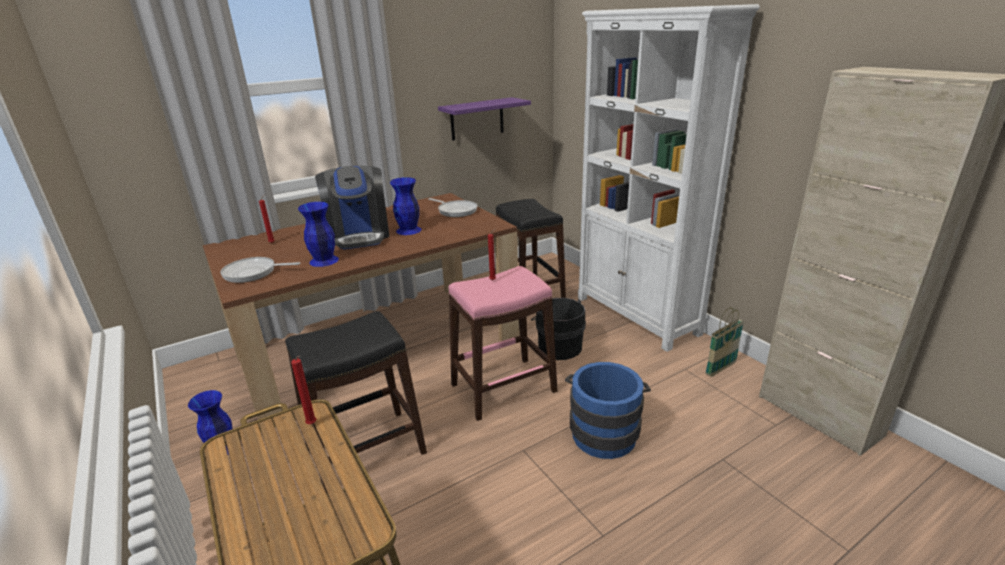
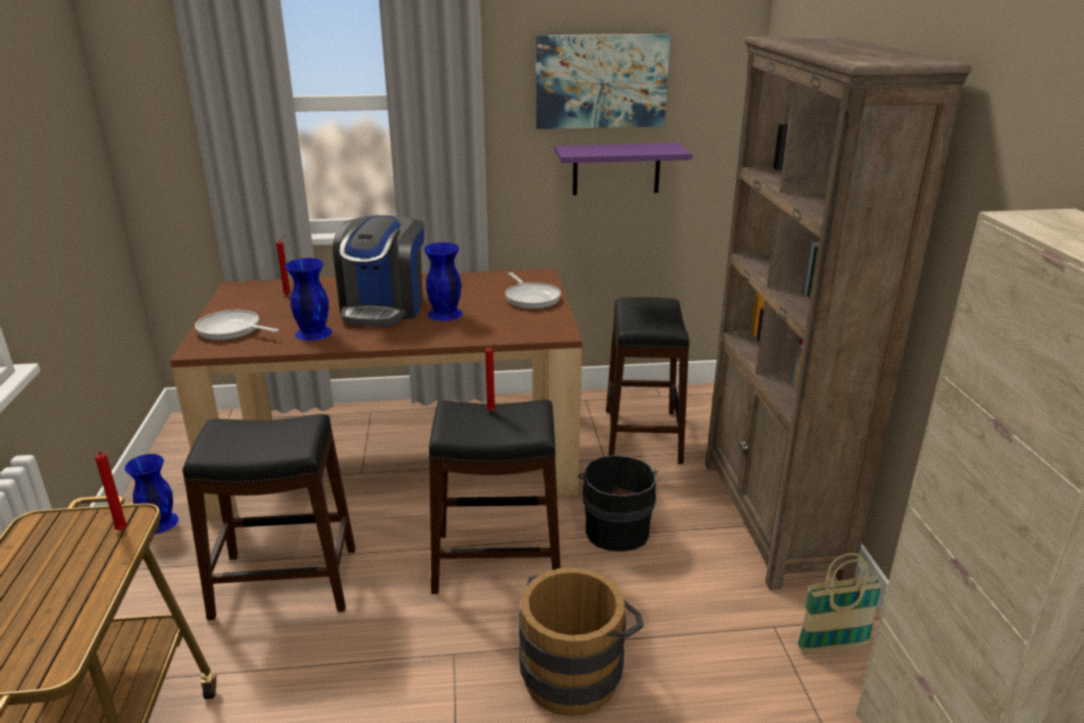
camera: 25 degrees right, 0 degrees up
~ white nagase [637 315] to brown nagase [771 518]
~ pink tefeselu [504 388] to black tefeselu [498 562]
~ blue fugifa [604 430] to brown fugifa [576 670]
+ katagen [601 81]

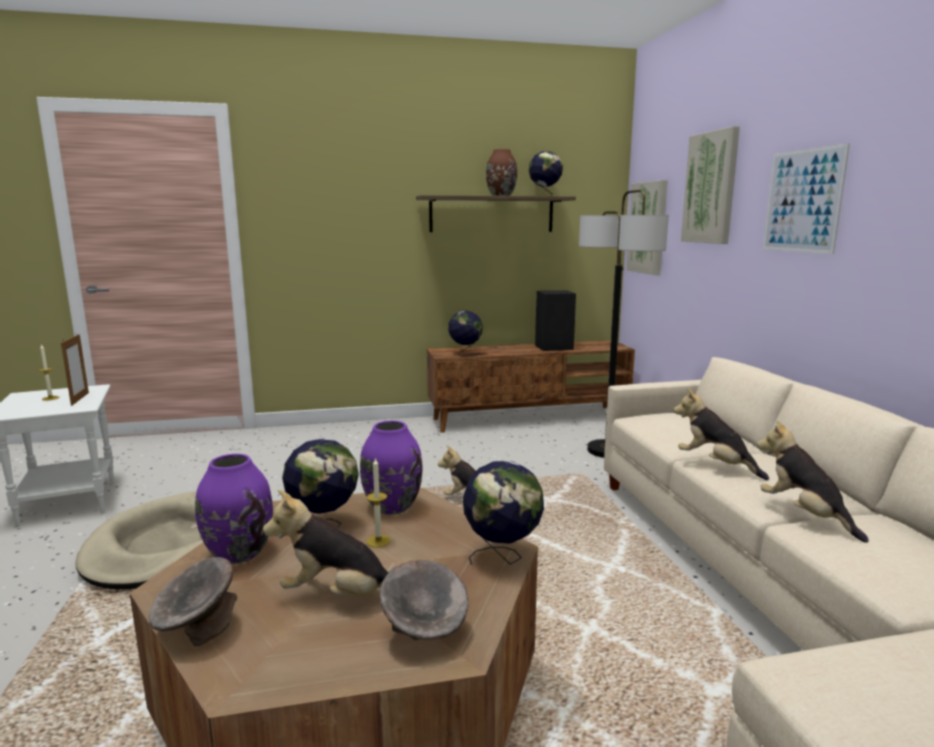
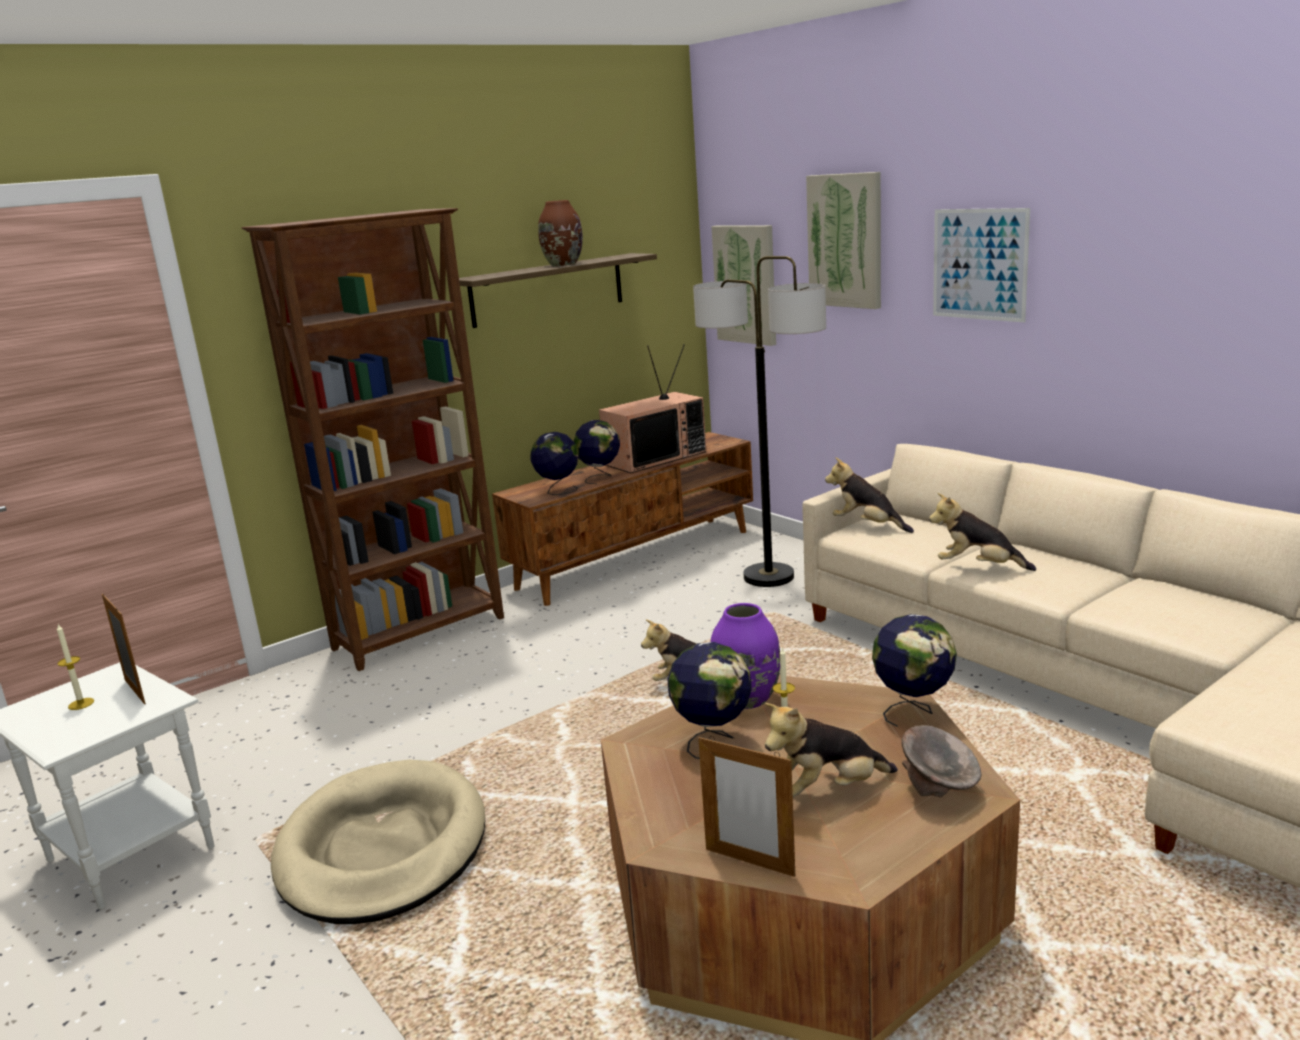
camera: 25 degrees left, 5 degrees up
~ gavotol [544 196] to [600 478]
~ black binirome [555 347] to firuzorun [655 457]
~ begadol [804 515] to [867 526]
- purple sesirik [239 553]
~ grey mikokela [197 629] to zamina [749 862]
+ brown nagase [421 633]

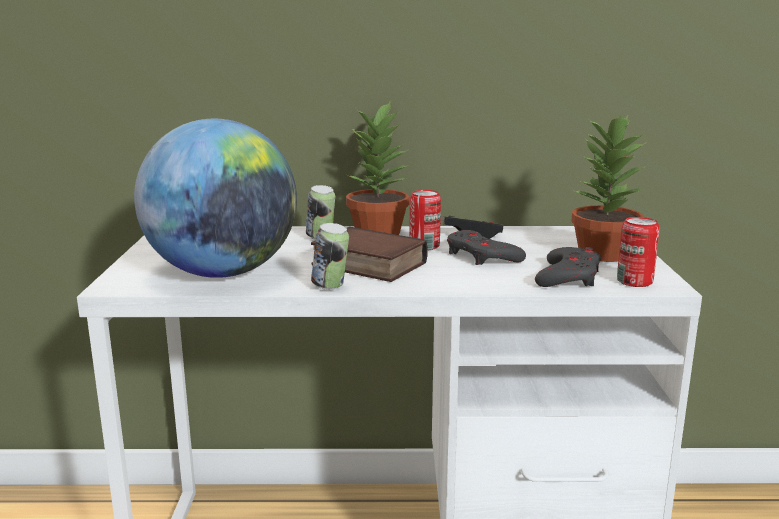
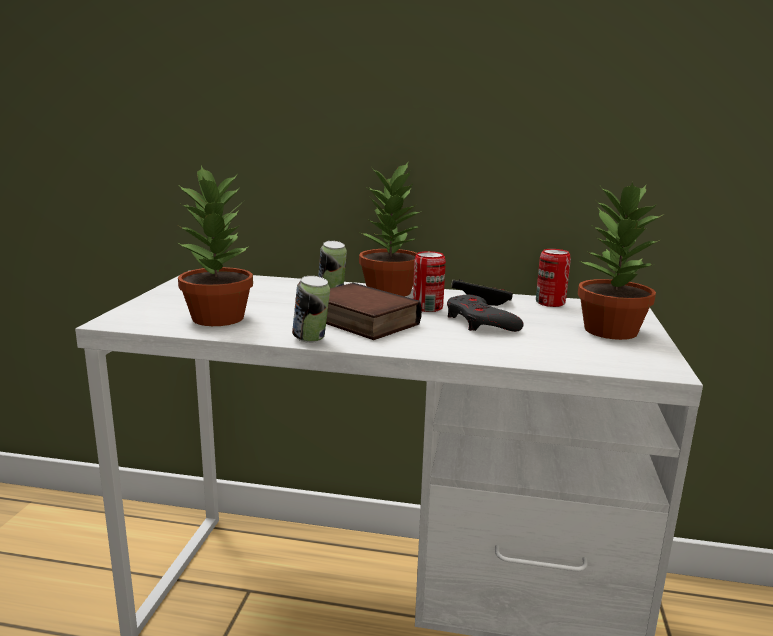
camera: 10 degrees right, 0 degrees up
~ gavotol [223 273] to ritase [219 317]
~ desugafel [634 281] to [550 303]
- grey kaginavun [568 276]

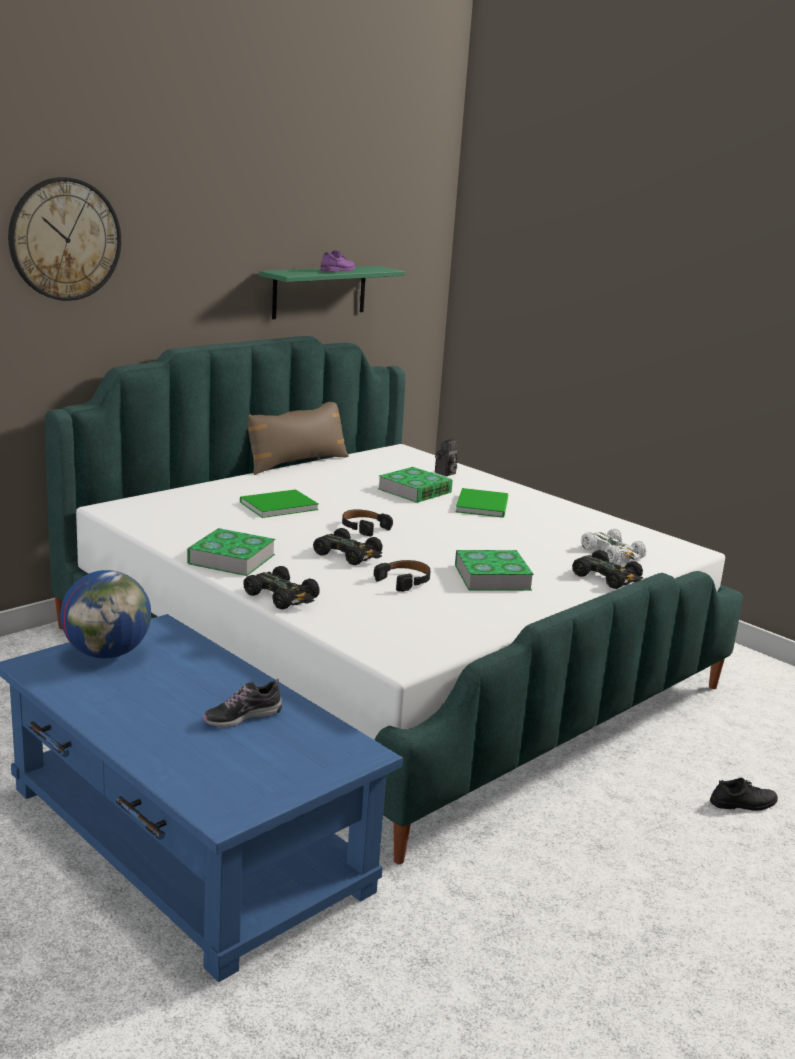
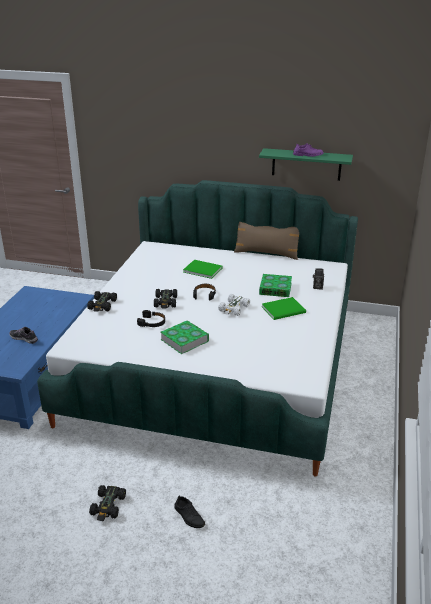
camera: 60 degrees right, 10 degrees up
- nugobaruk [65 239]
- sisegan [231 559]
~ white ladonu [613 554] to [234 309]
~ black ladonu [607 578] to [108 506]
- gavotol [107 653]

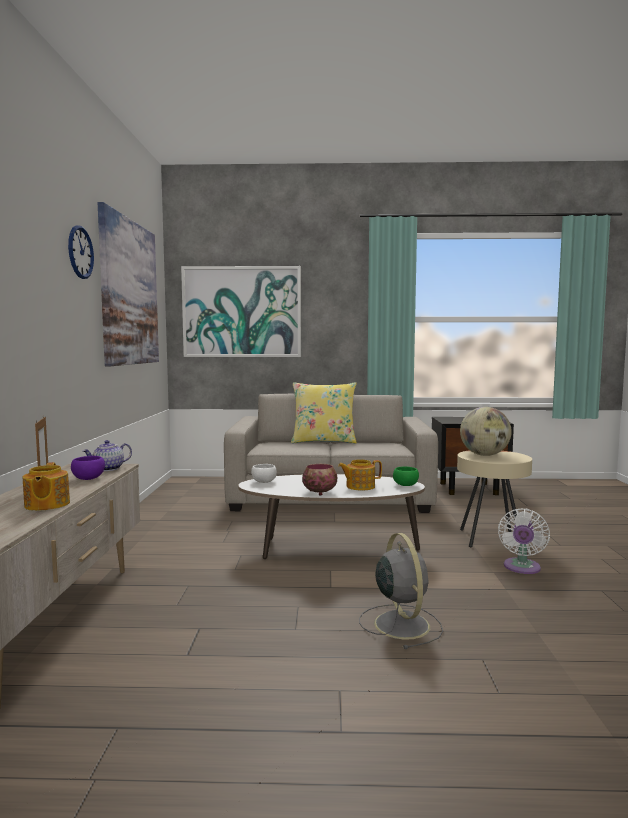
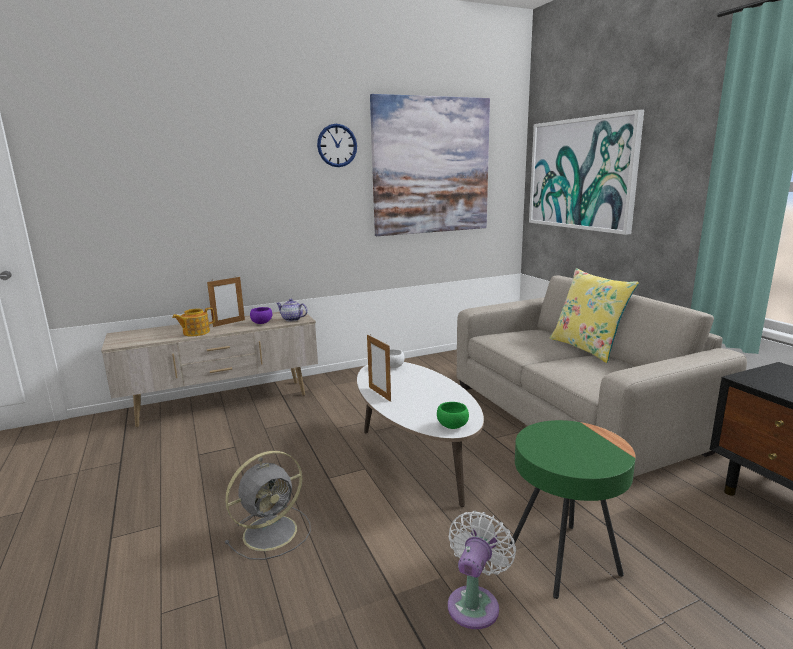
camera: 65 degrees right, 10 degrees up
- gavotol [484 455]
~ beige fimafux [490 539] to green fimafux [564 559]
- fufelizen [359 486]
~ mikokela [320 492] to zamina [379 394]
~ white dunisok [521 568] = [475 603] 120 degrees clockwise

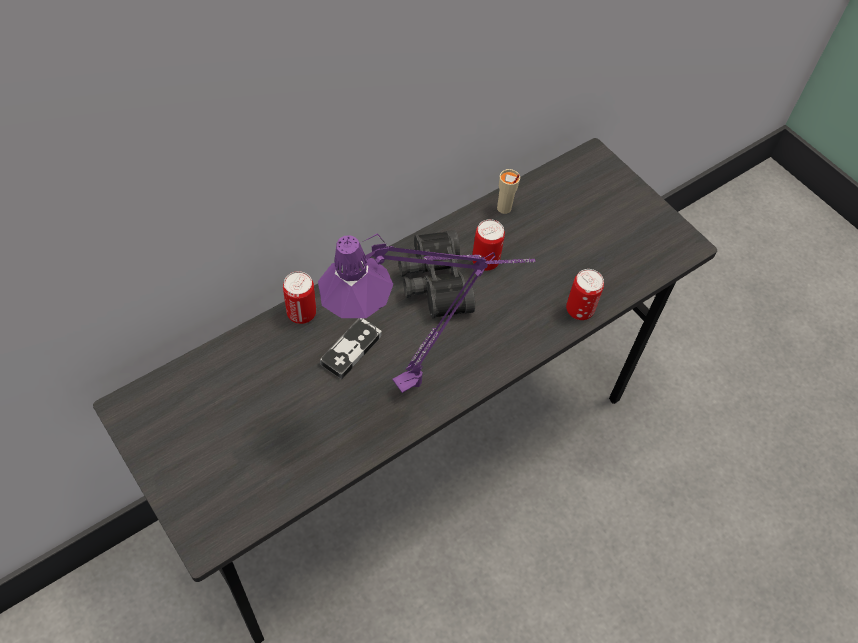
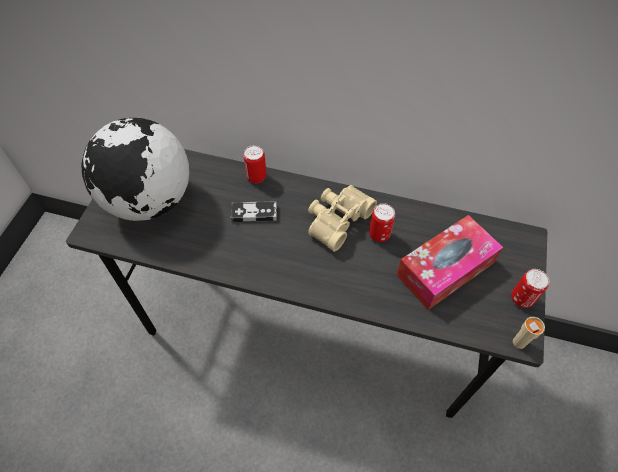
camera: 55 degrees right, 0 degrees up
~ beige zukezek [504 208] to [518 342]
~ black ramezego [432 283] to beige ramezego [336 219]
- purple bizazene [428 378]
~ desugafel [579 310] to [521 299]
+ gavotol [149 201]
+ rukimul [445 269]

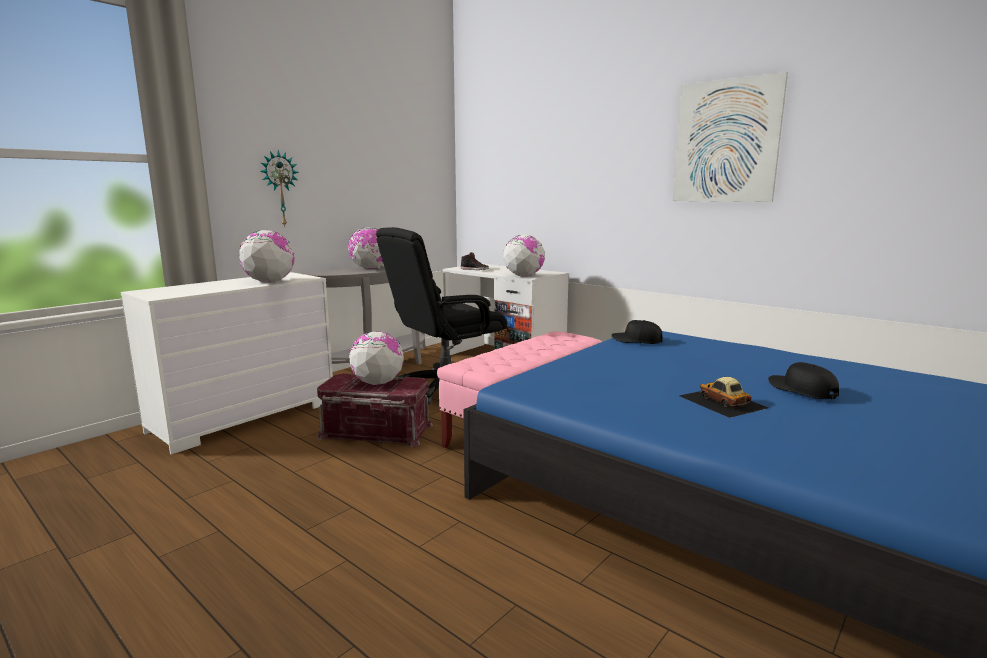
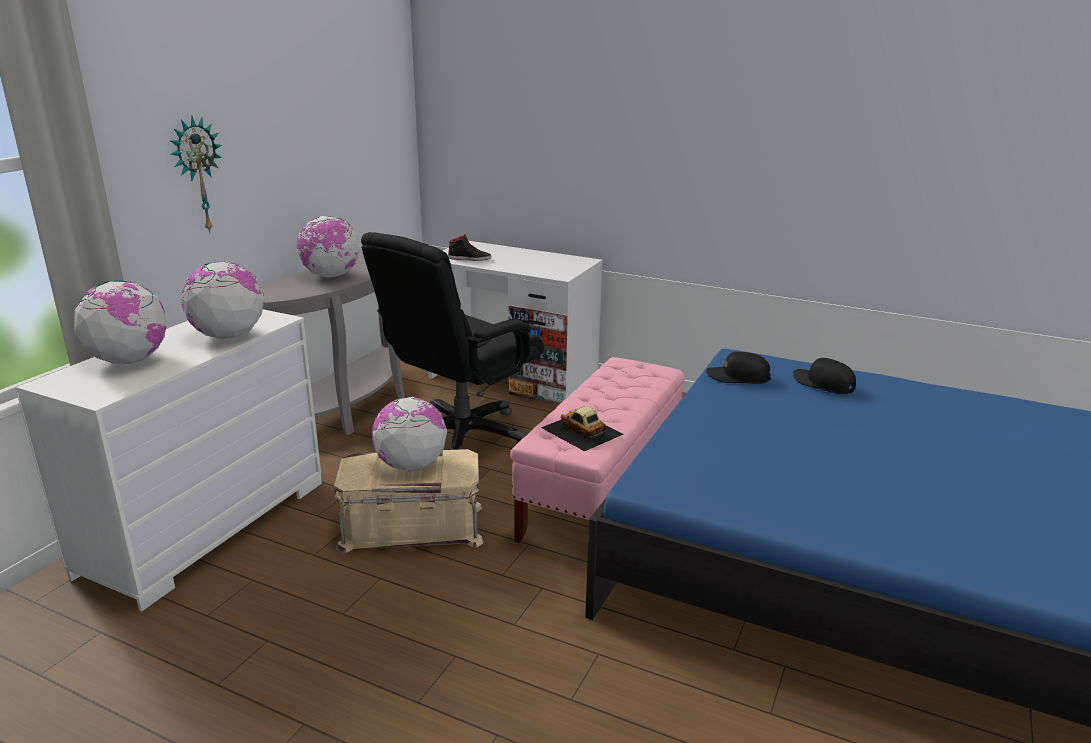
camera: 15 degrees left, 10 degrees up
- katagen [726 141]
~ gavotol [523 276] to [129 360]
~ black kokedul [801 390] to [823 384]
~ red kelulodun [375 431] to beige kelulodun [411 528]
~ ladonu [722 401] to [582 431]

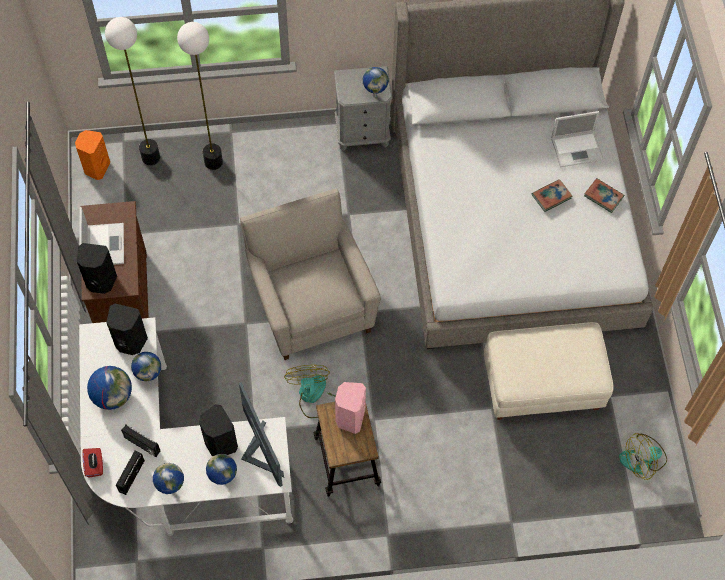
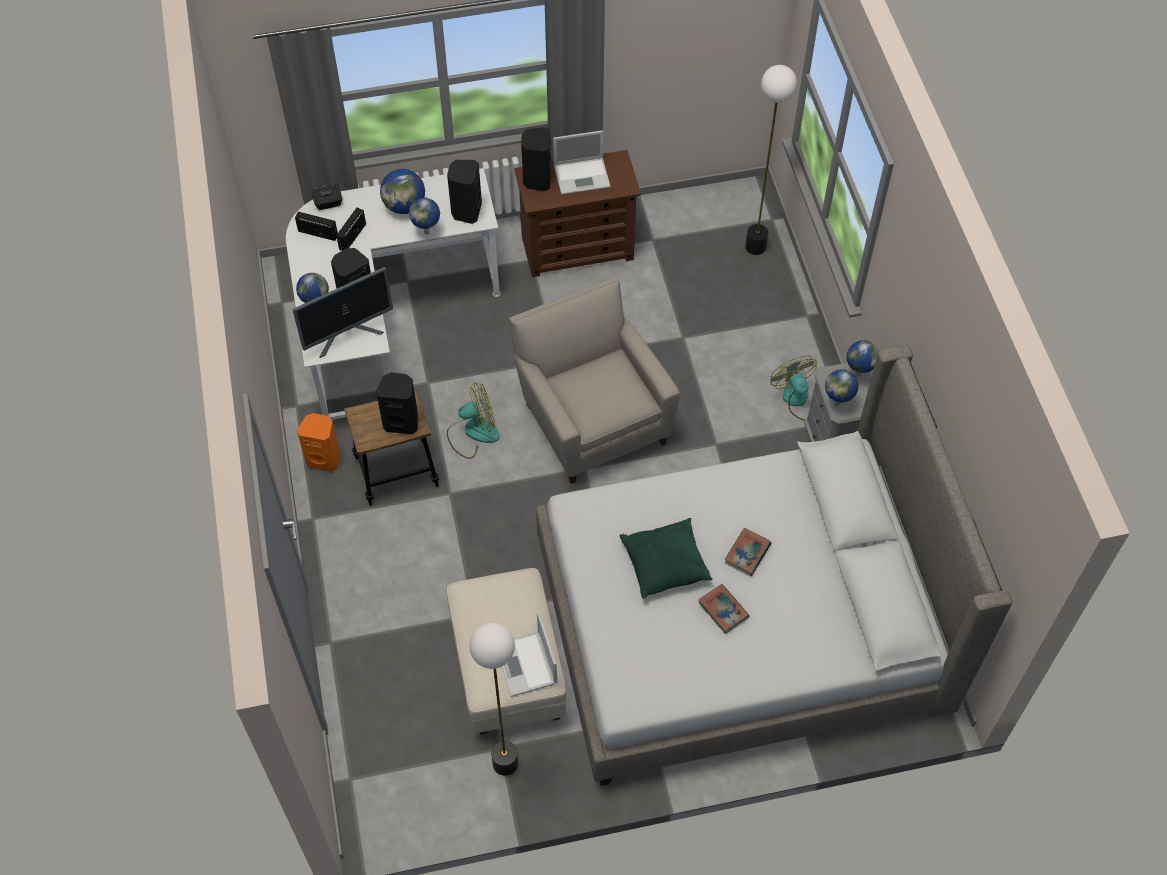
camera: 85 degrees right, 5 degrees down
~ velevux [213 161] to [505 763]
~ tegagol [577 148] to [526 665]
~ orange binirome [96 168] to [324 458]
~ sisegan [603 196] to [747 554]
~ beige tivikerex [310 302] = [591 417] 90 degrees counterclockwise
~ pink binirome [349 418] to black binirome [402 421]
~ dunisok [643 459] to [800 399]
~ red rukimul [94 466] to black rukimul [328 203]
~ gavotol [171 488] to [857 374]
+ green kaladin [665 564]

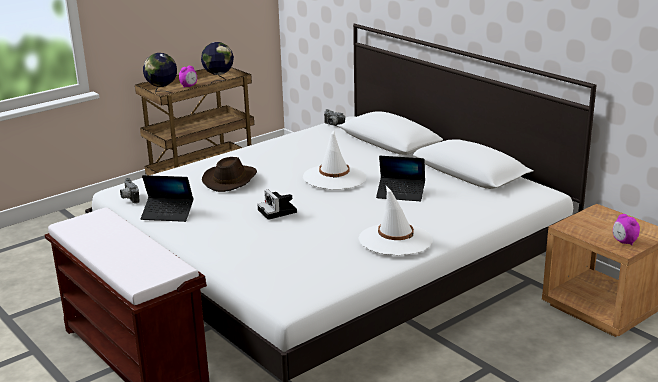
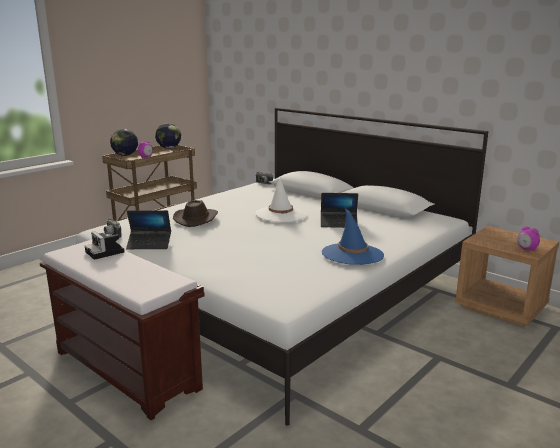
camera: 10 degrees left, 5 degrees down
~ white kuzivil [395 240] to blue kuzivil [352 254]
~ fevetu [278 211] to [106 252]

